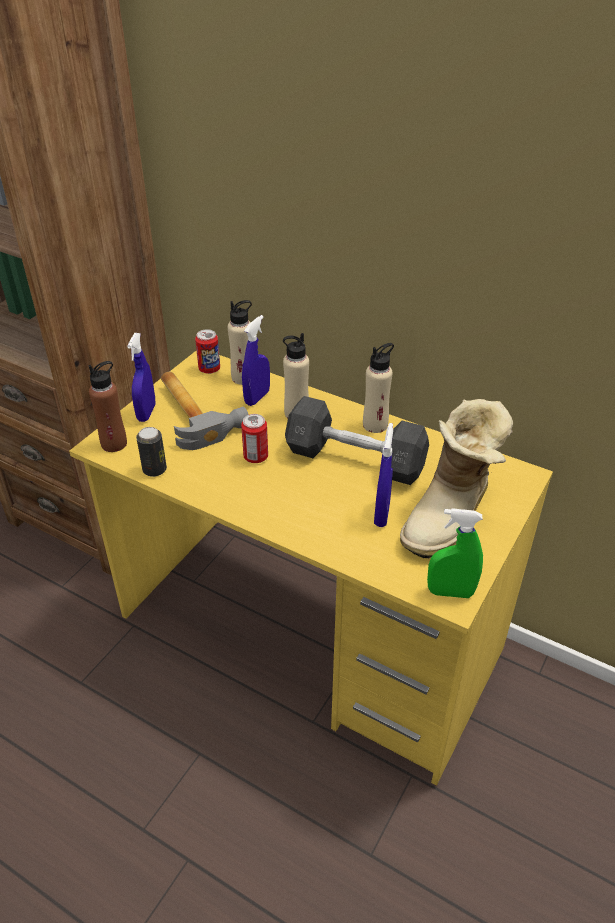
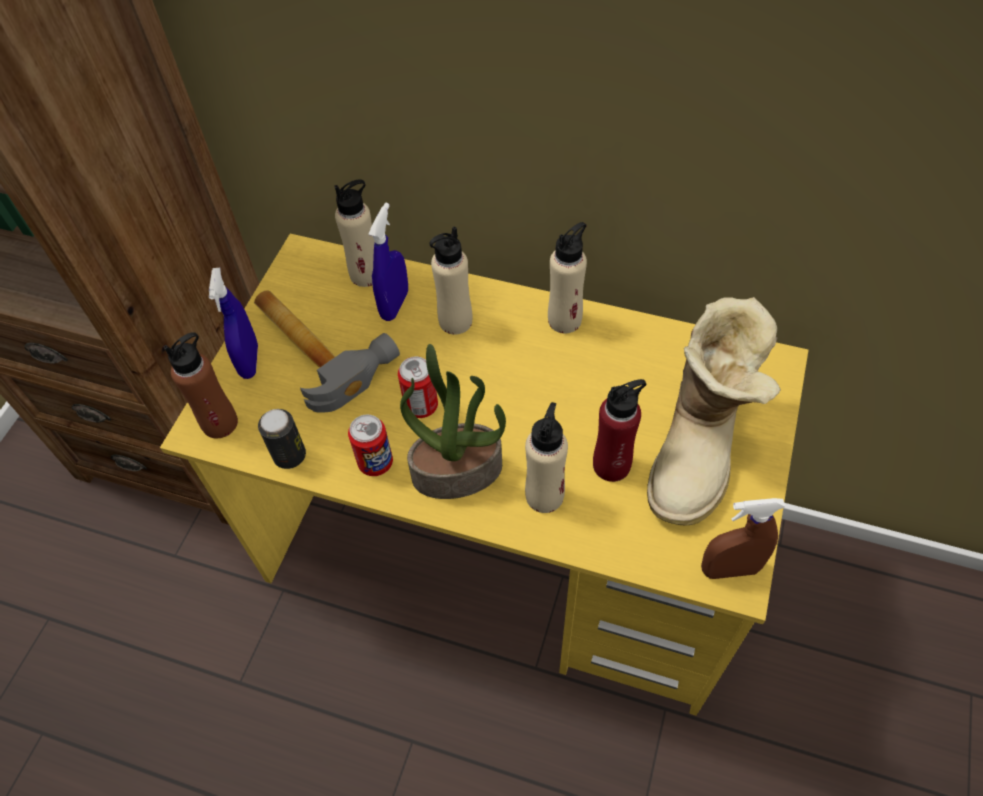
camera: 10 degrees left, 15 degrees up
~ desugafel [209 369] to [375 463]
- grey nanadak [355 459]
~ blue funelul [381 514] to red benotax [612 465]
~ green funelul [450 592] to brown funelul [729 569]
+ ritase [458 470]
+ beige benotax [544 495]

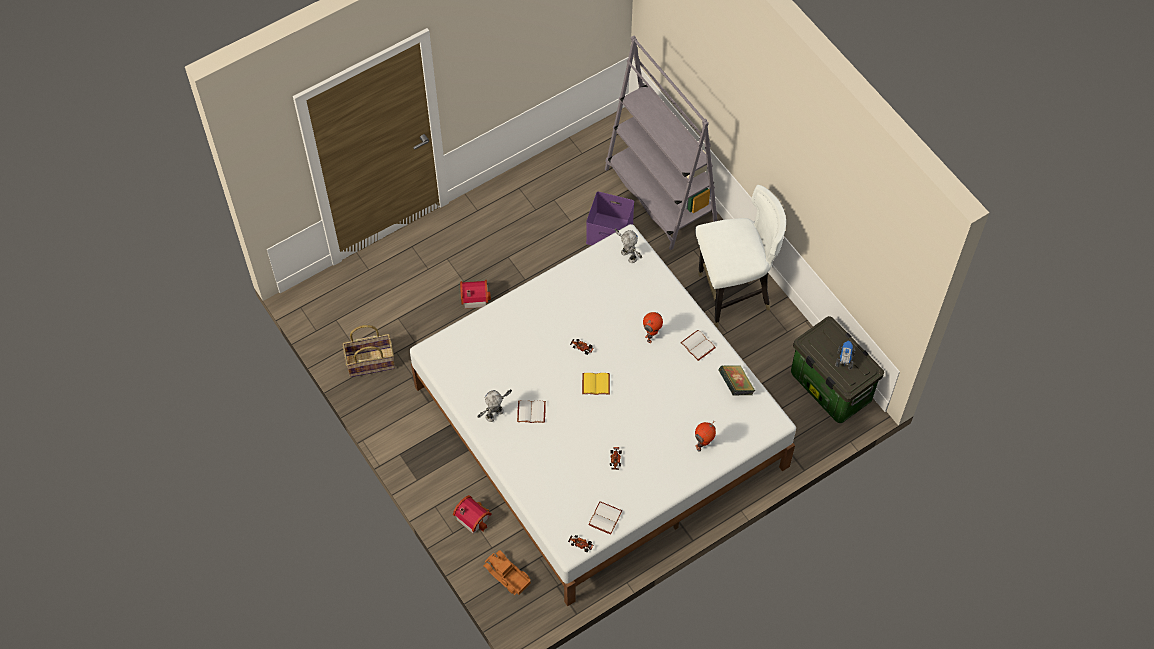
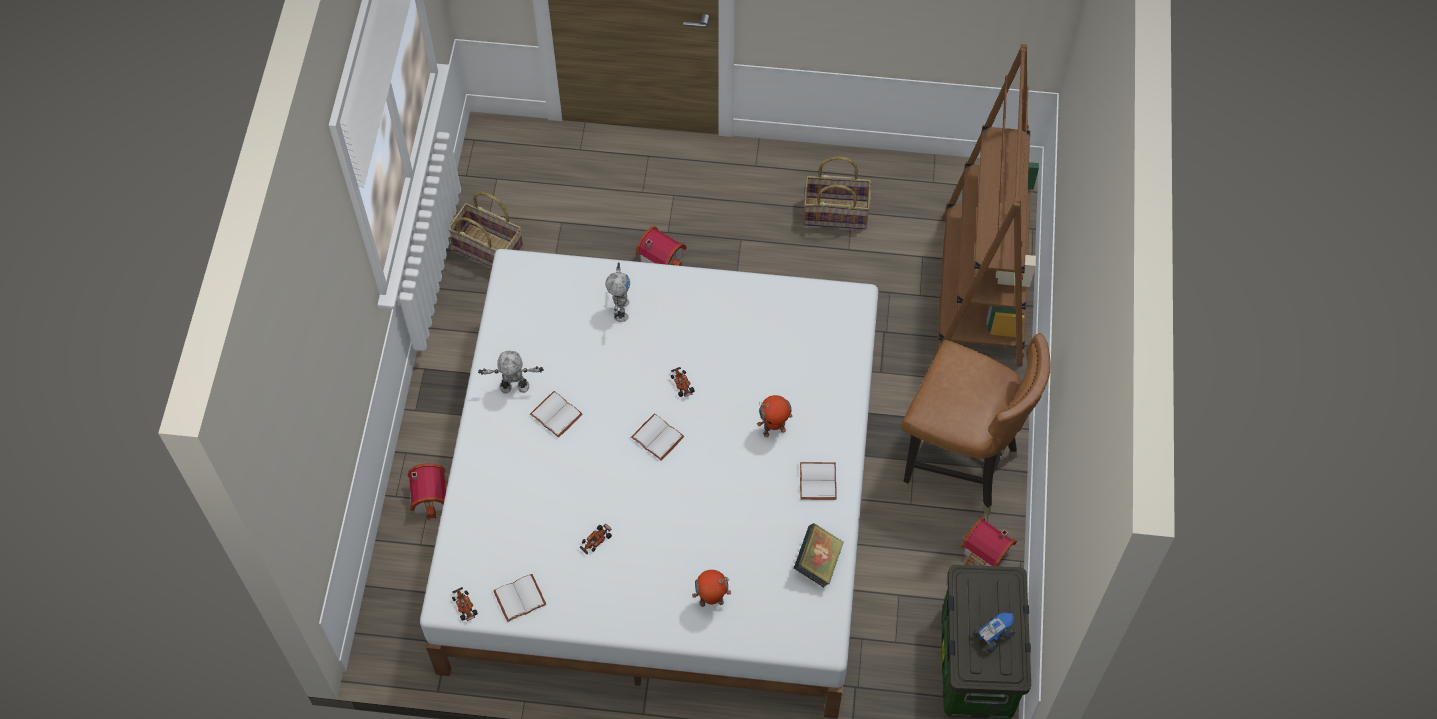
camera: 40 degrees right, 0 degrees up
~ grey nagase [660 195] to brown nagase [981 290]
~ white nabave [732 296] to brown nabave [958 466]
- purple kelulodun [610 232]
~ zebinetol [628 256] to [620 310]
~ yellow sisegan [596 383] to white sisegan [659 437]
- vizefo [507 575]
+ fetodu [836 212]
+ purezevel [985 554]

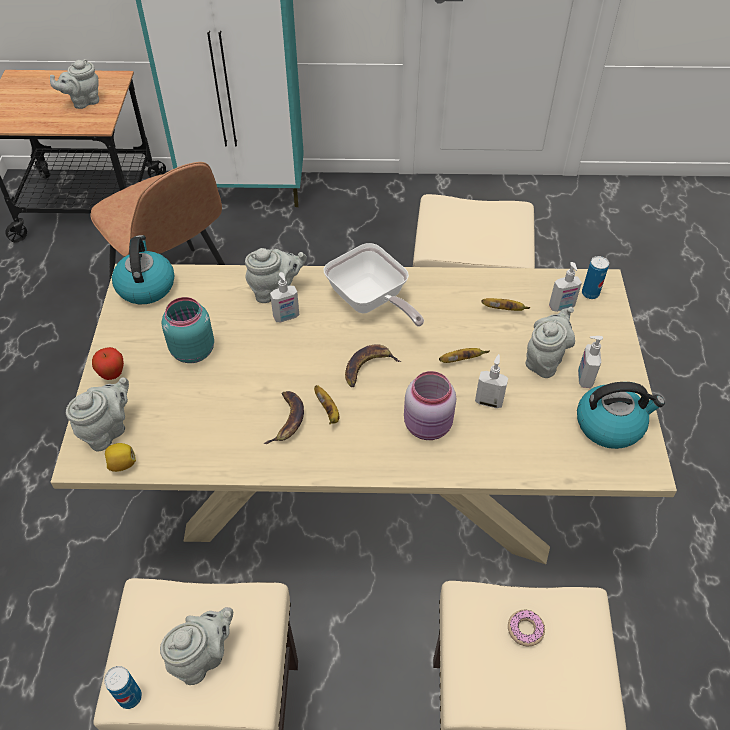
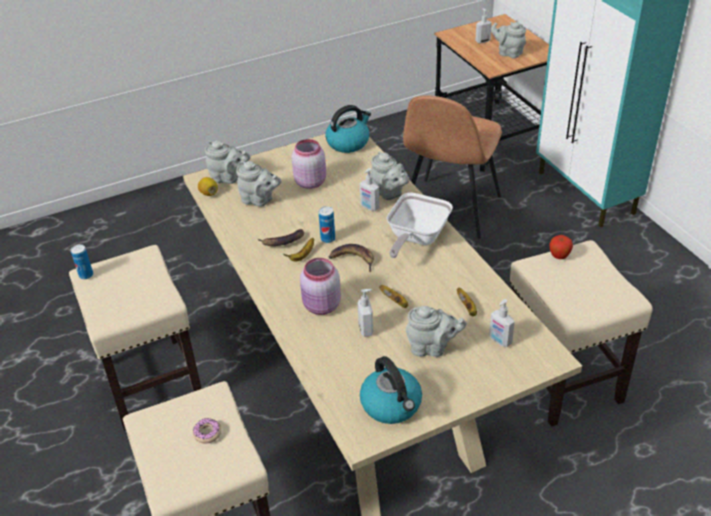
camera: 65 degrees right, 10 degrees down
~ desugafel [590 293] to [328 239]
~ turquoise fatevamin [192 350] to pink fatevamin [310 182]
~ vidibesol [584 378] to [482 41]
~ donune [112 375] to [559 257]
~ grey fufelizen [203 657] to [259 200]

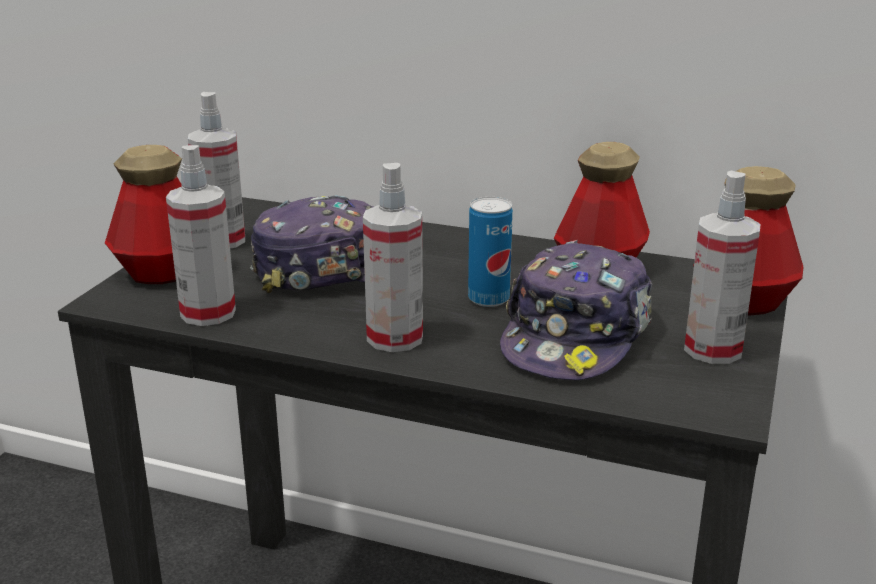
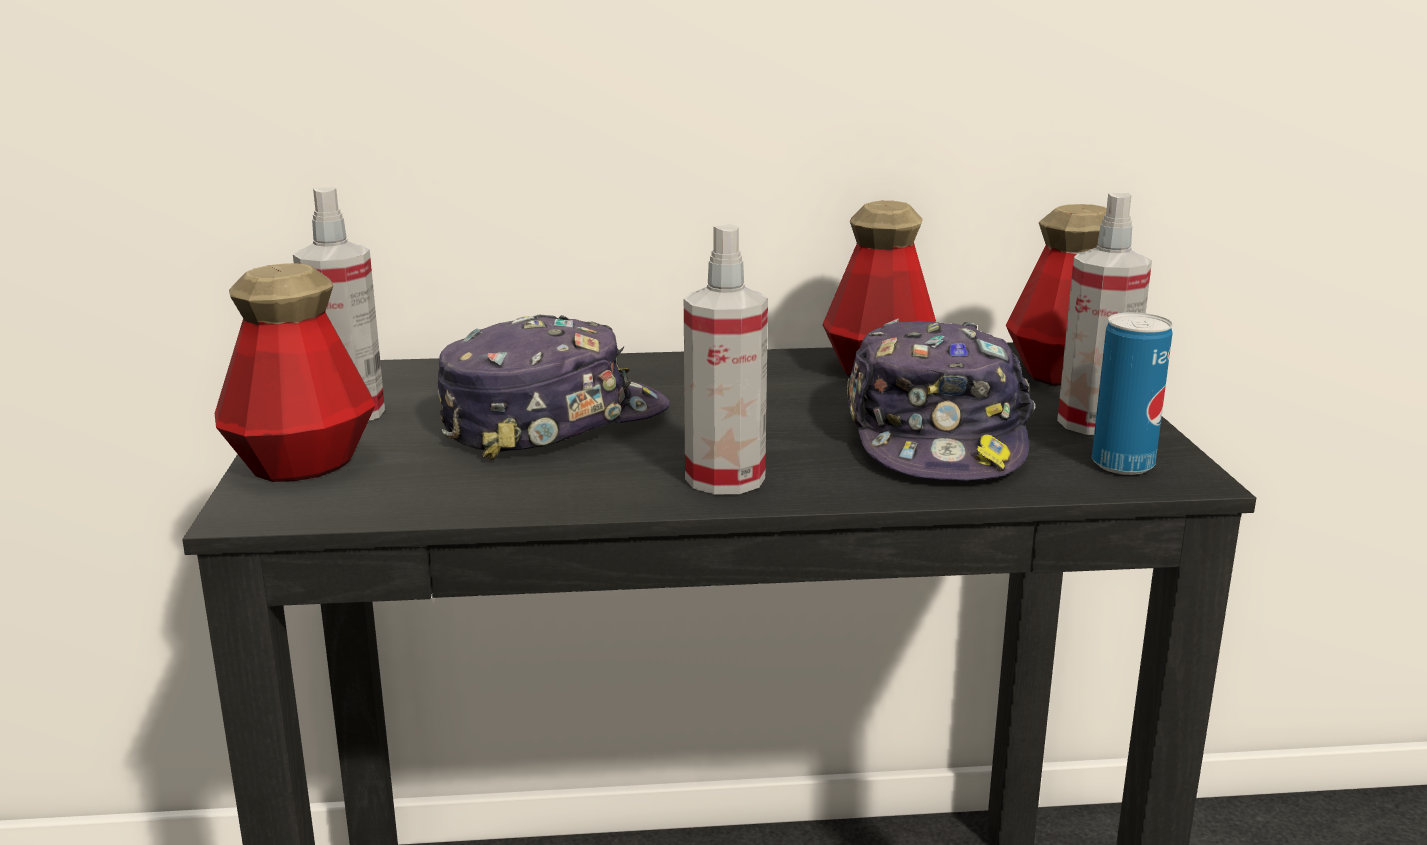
camera: 25 degrees left, 5 degrees down
- funelul [208 313]
~ desugafel [488 299] to [1122 464]

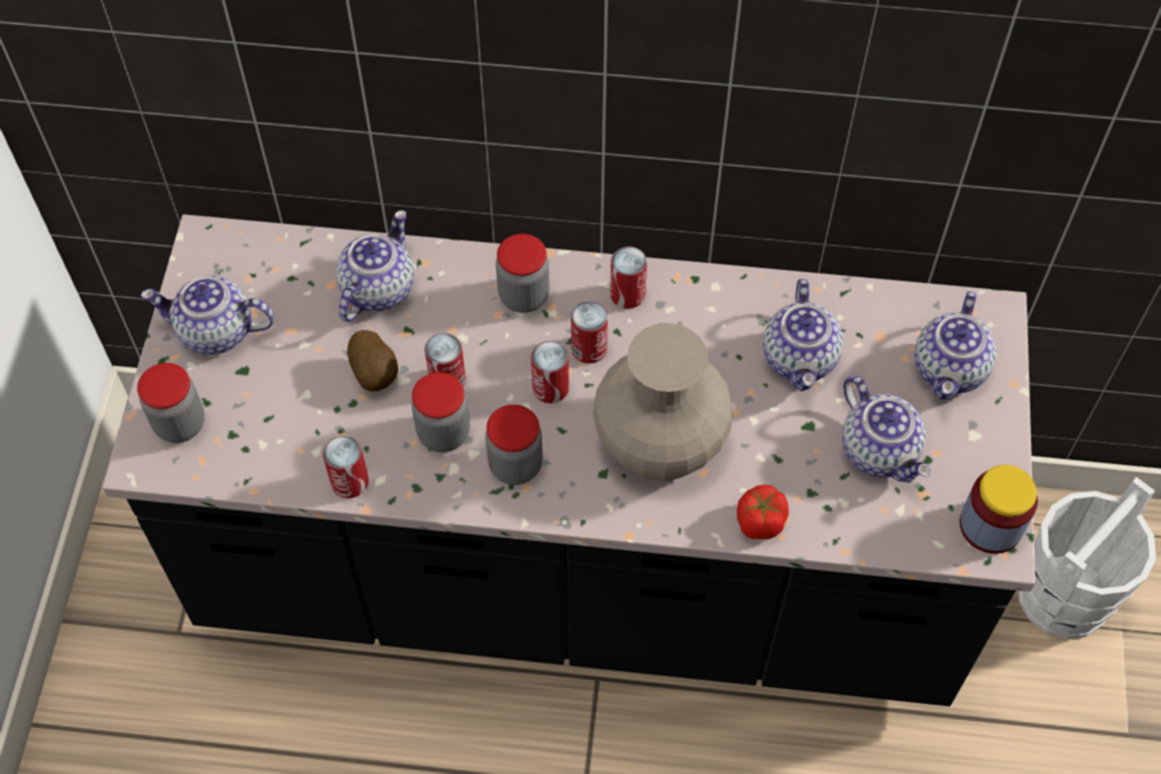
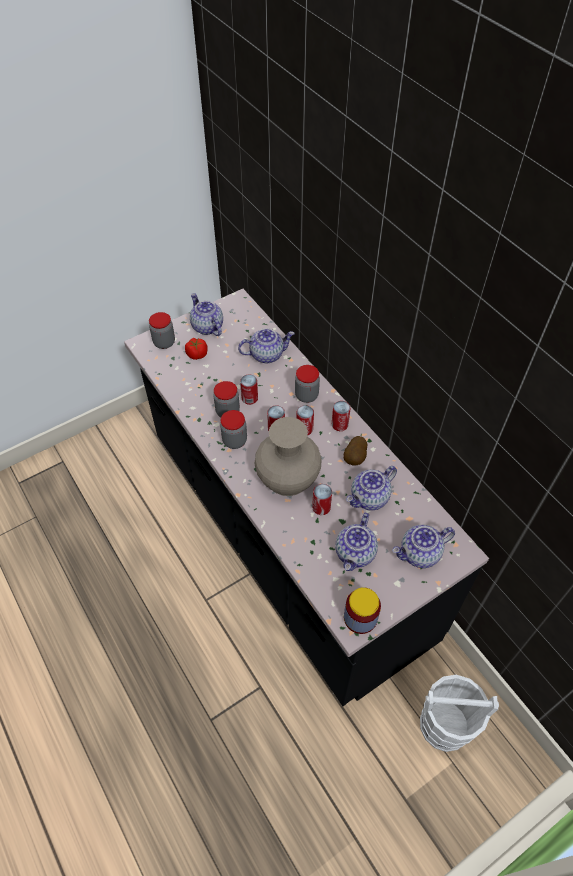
camera: 50 degrees right, 5 degrees down
~ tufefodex [376 374] to [355 458]
~ desugafel [350 482] to [321 507]
~ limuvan [760 522] to [197 354]

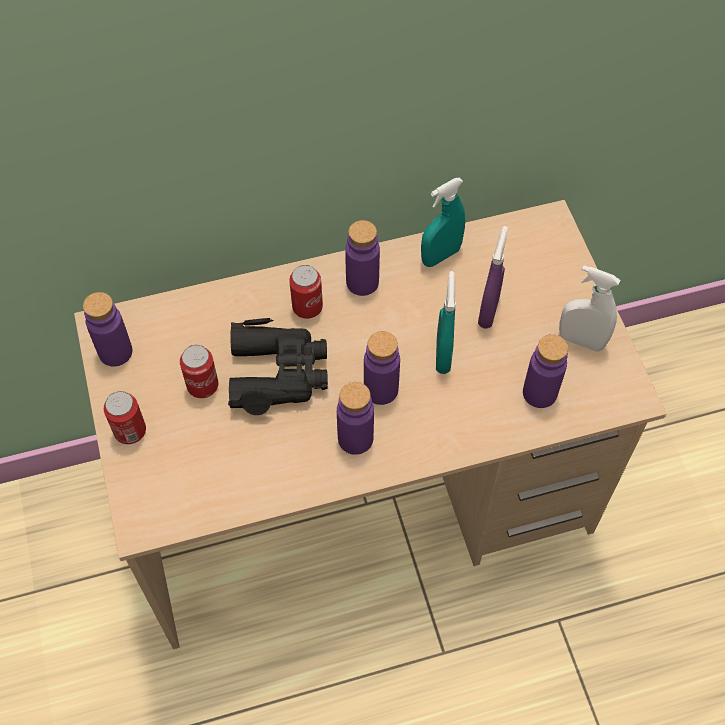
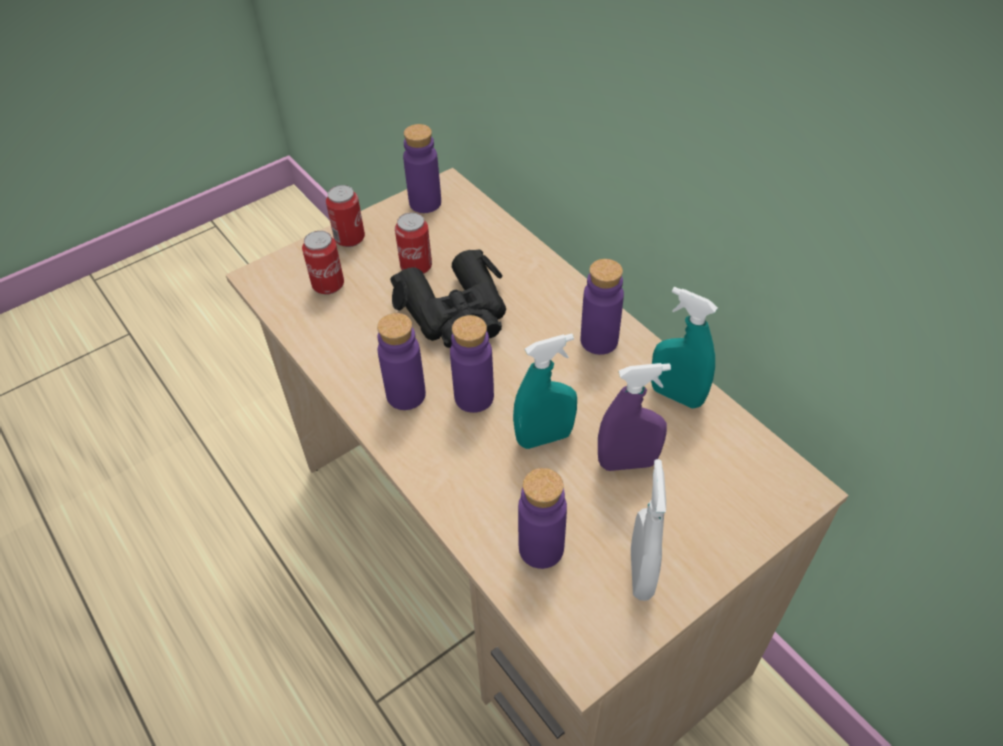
camera: 70 degrees right, 10 degrees down
~ desugafel [307 307] to [328 285]

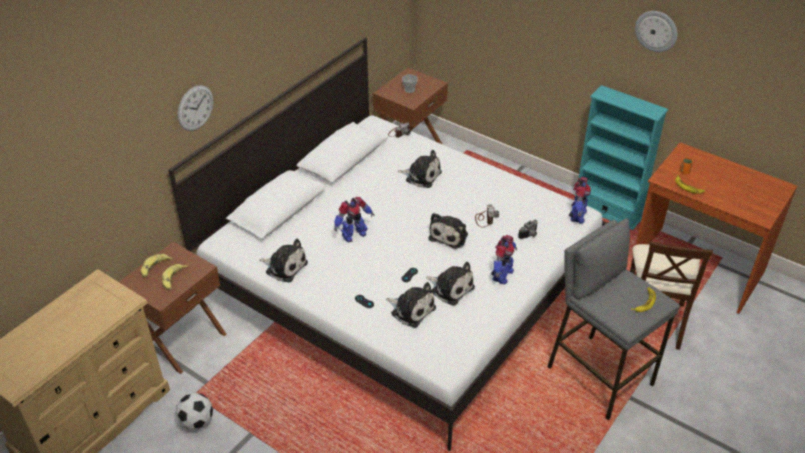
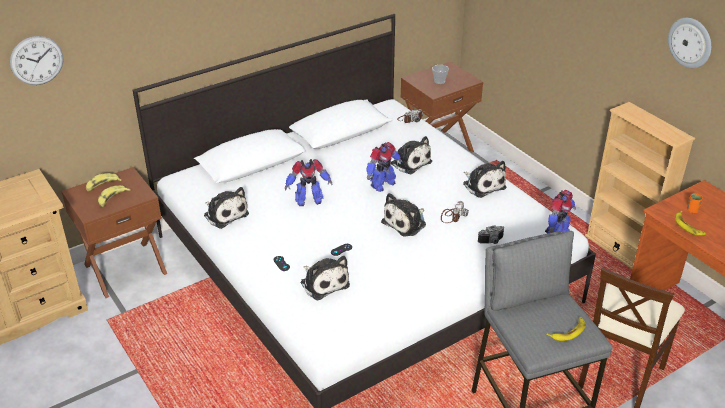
camera: 20 degrees right, 5 degrees down
~ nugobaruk [195 108] to [37 60]
~ turquoise nagase [607 211] to beige nagase [621 251]
~ zebinetol [502 275] to [382 184]
~ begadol [450 288] to [483 185]
- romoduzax [197 422]

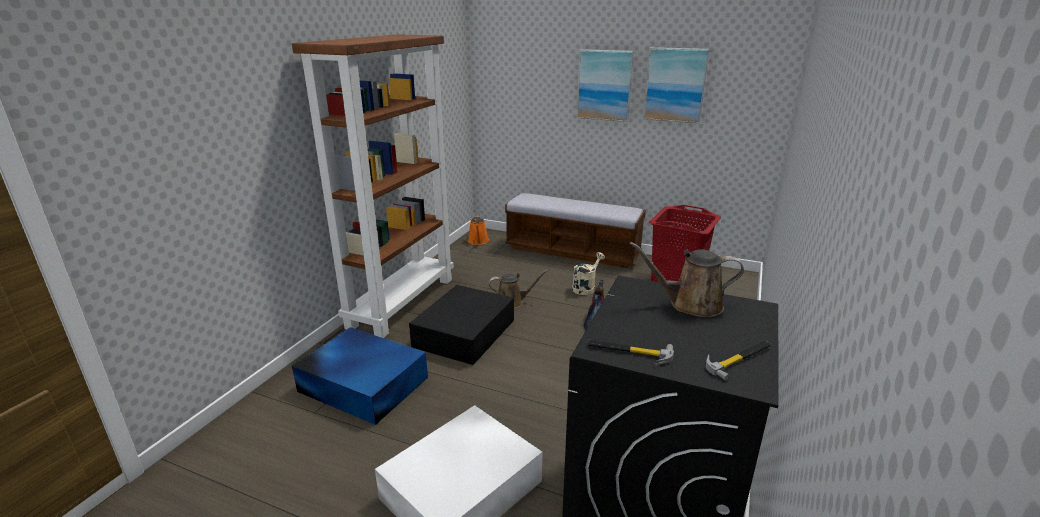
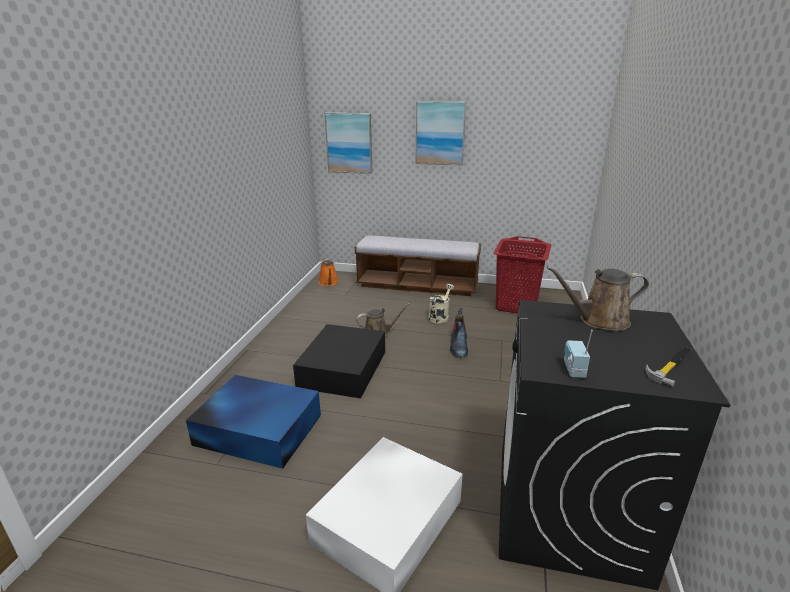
camera: 10 degrees left, 0 degrees up
- brown nagase [402 301]
~ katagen [675 85] to [349 143]
~ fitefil [629 352] to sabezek [573 370]

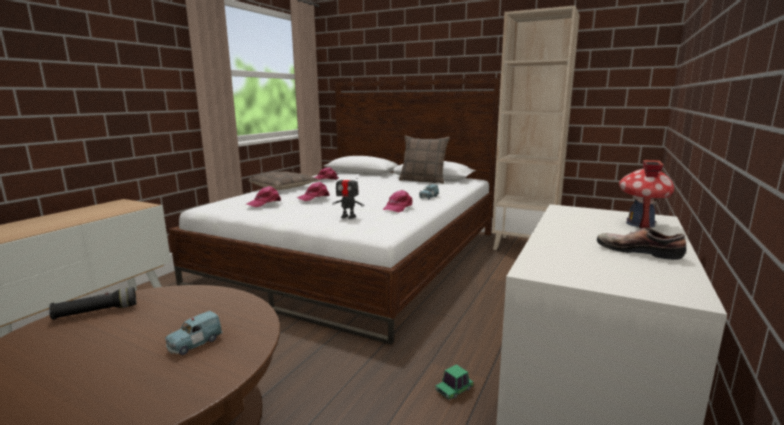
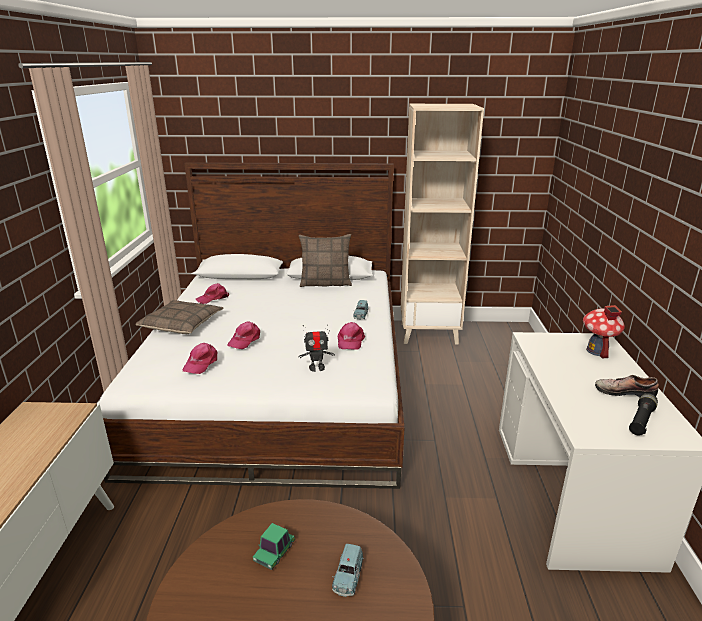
camera: 25 degrees left, 10 degrees up
~ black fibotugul [96 312] to [641 420]
~ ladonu [454 390] to [274 552]

